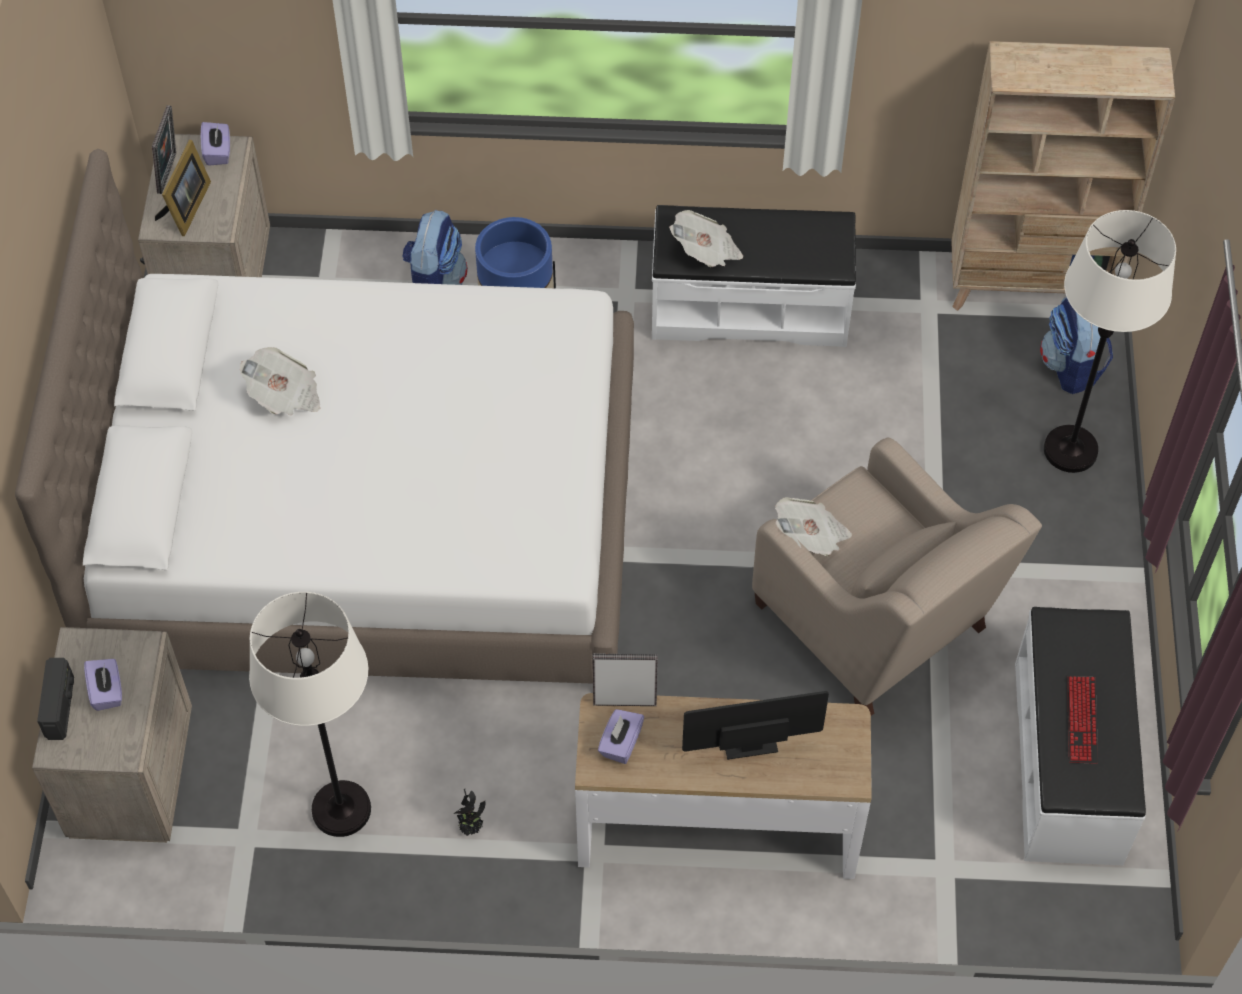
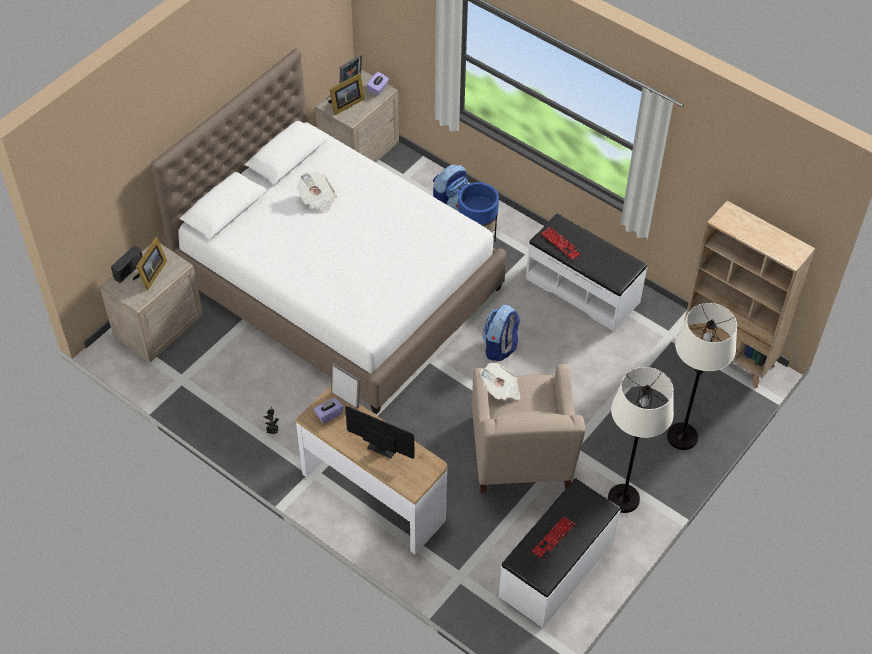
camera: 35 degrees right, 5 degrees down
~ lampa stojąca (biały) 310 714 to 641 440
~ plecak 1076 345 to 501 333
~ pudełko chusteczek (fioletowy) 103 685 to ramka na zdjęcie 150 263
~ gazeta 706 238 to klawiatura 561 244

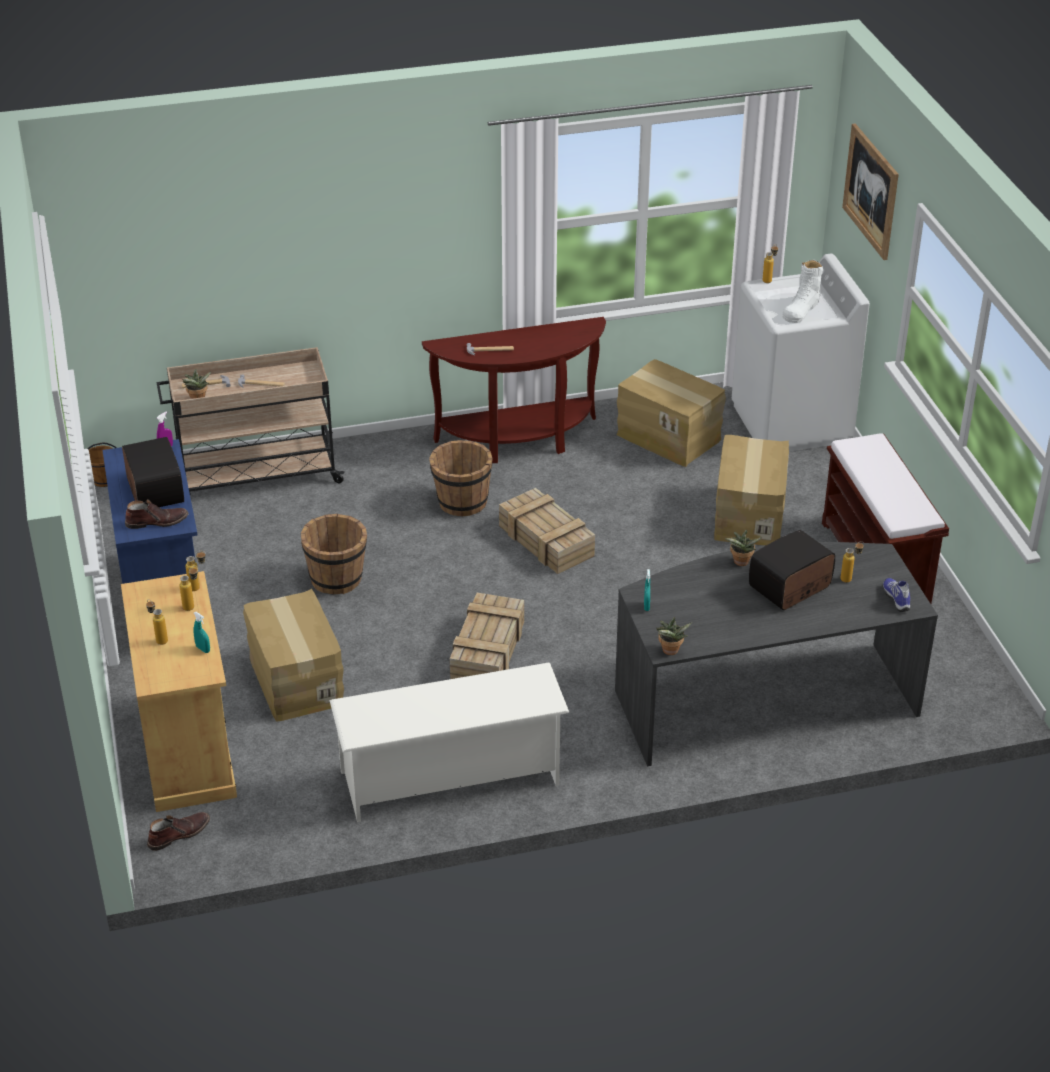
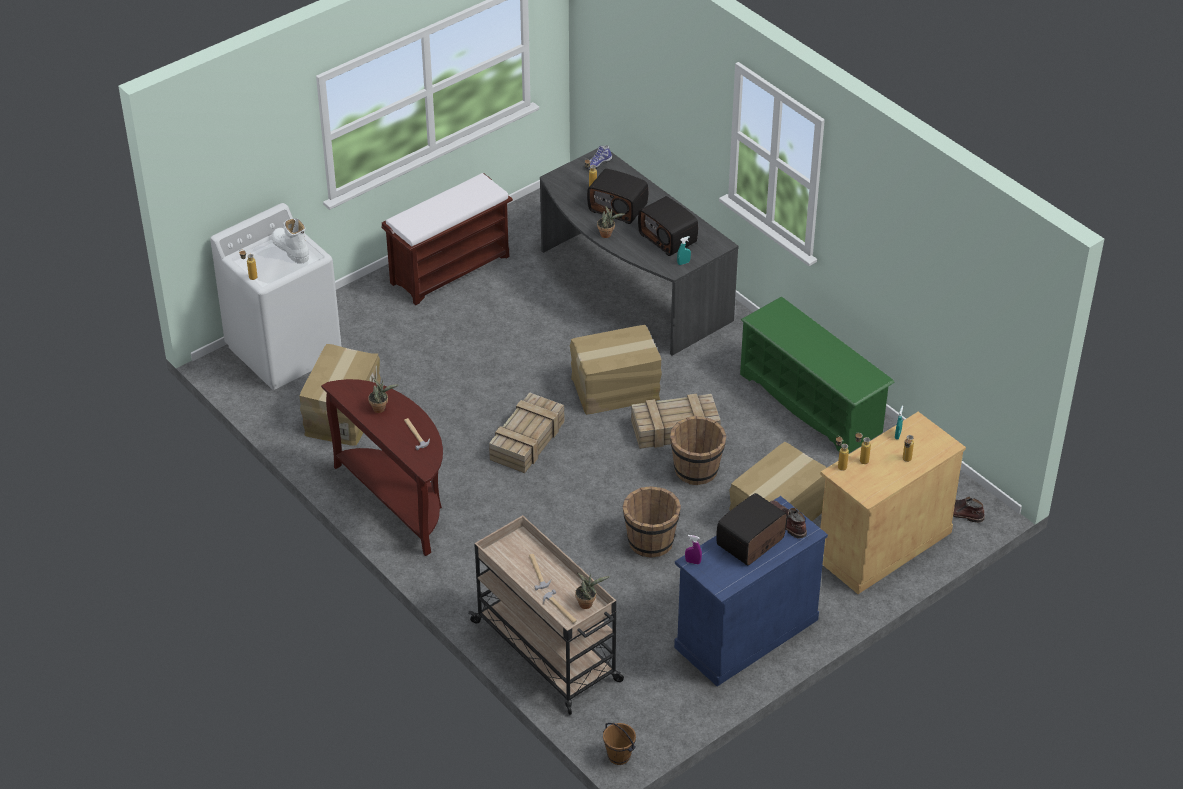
camera: 115 degrees left, 5 degrees up
- obraz 870 192
+ radio 668 226
~ wiadro (brązowy) 461 478 to 698 450
~ roślina doniczkowa 674 636 to 383 395
~ karton 751 490 to 616 370
~ regał na buty (biały) 449 742 to regał na buty (zielony) 817 375
~ but z cholewką (biały) 803 291 = 290 241 135 degrees counterclockwise

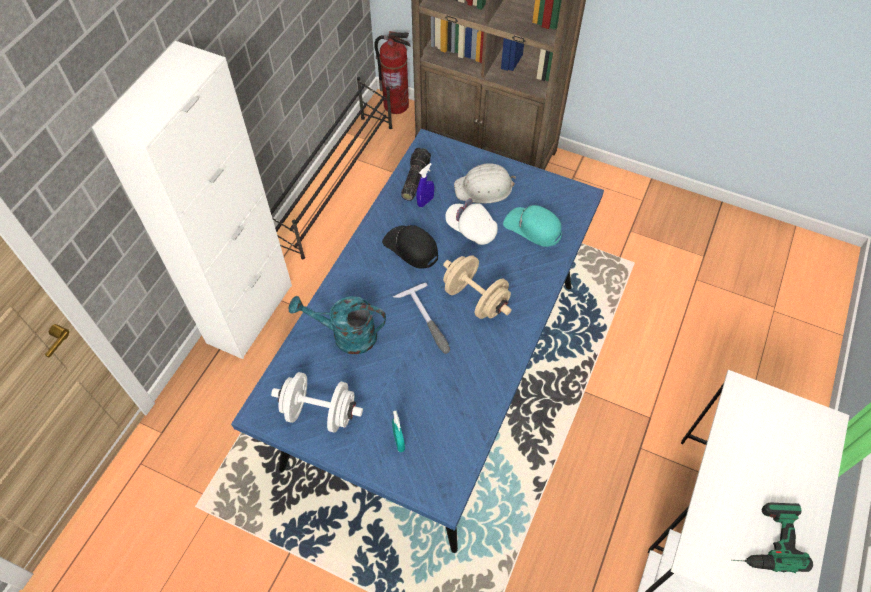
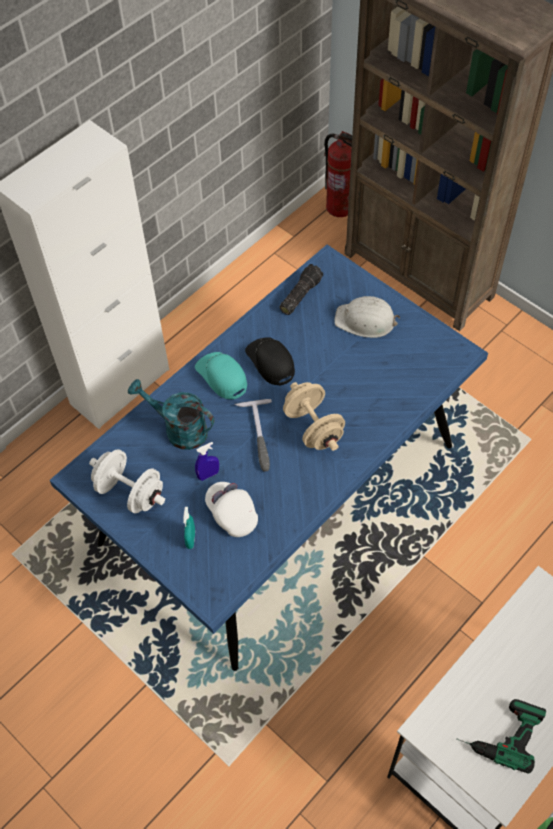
camera: 20 degrees right, 0 degrees up
- regał na buty (czarny) 331 168
~ spryskiwacz (niebieski) 425 185 to 207 461
~ czapka z daszkiem (biały) 472 221 to 231 509
~ czapka z daszkiem (turkusowy) 532 226 to 221 375

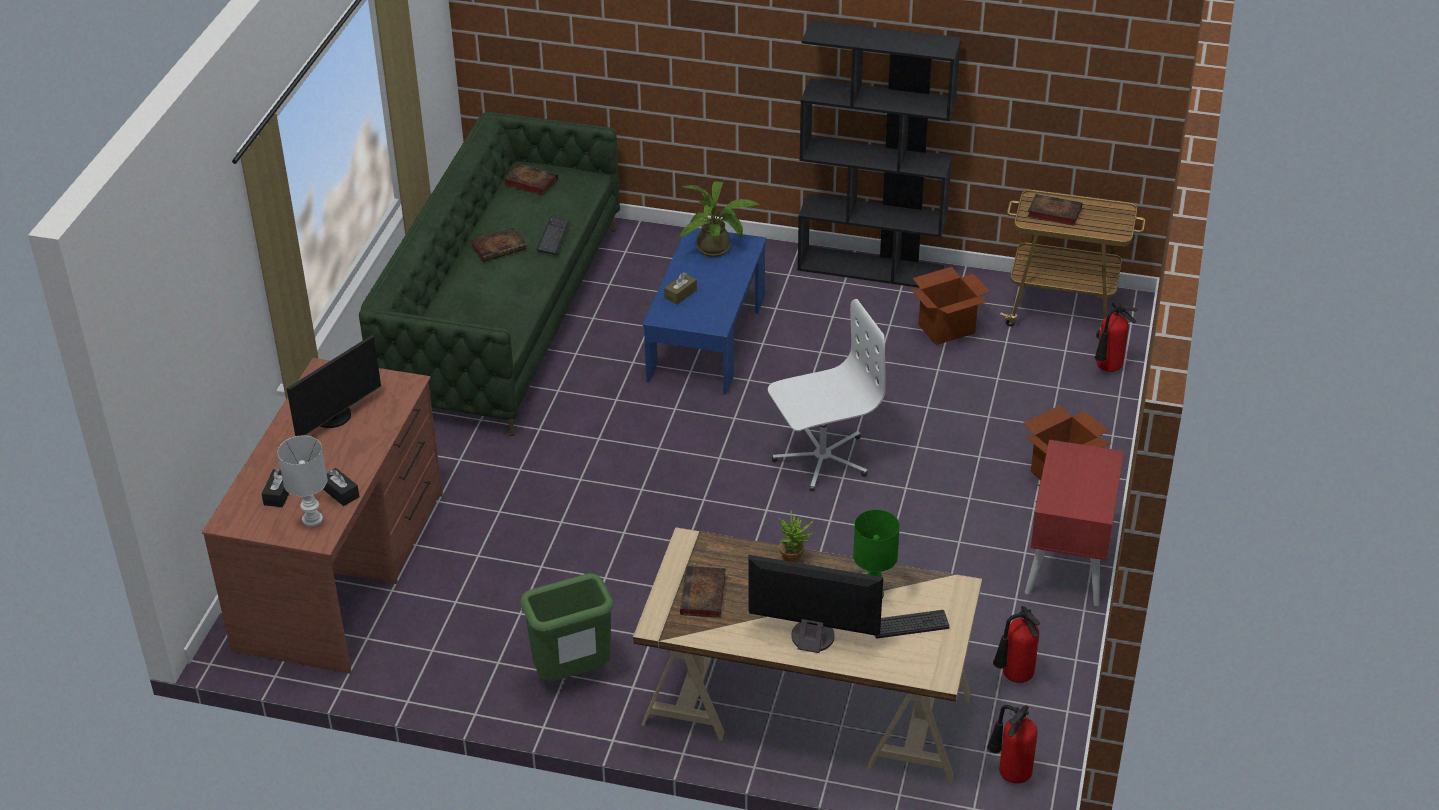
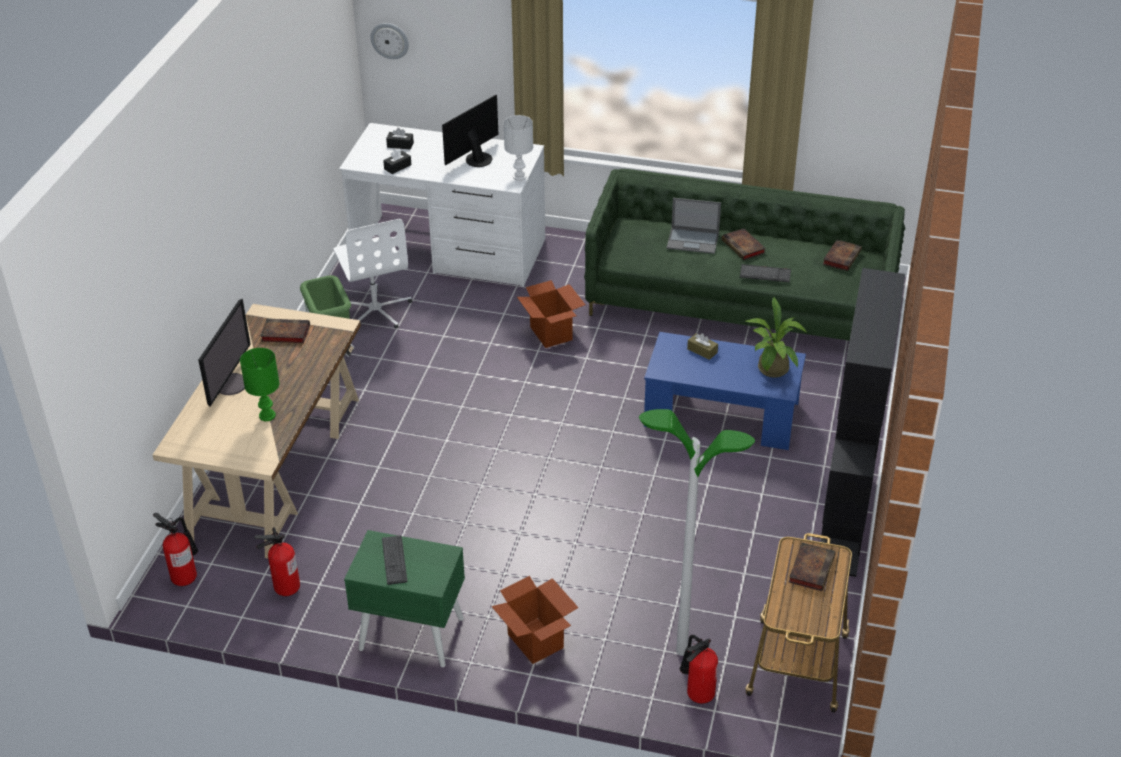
camera: 90 degrees right, 0 degrees up
- roślina doniczkowa 796 537
+ zegar ścienny 390 41
+ lampa stojąca 697 532
+ laptop 694 226
~ lampa stołowa (biały) 302 481 to 518 148
~ krzesło biurowe (biały) 827 395 to 373 274
~ klawiatura 912 624 to 394 560
~ karton 950 306 to 551 314
~ biurko (brązowy) 322 516 to biurko (biały) 442 205
~ szafka nocna (czerwony) 1074 523 to szafka nocna (zielony) 404 598
~ monitor 333 385 = 470 131 90 degrees clockwise

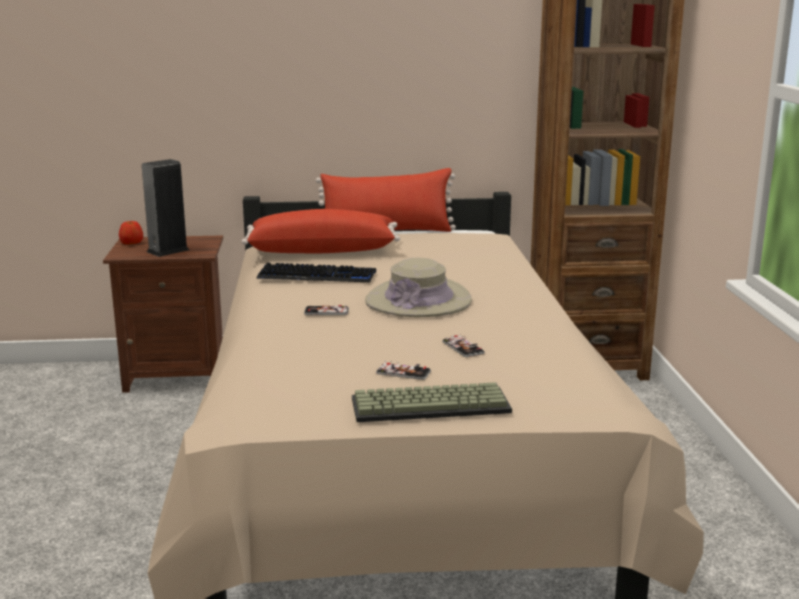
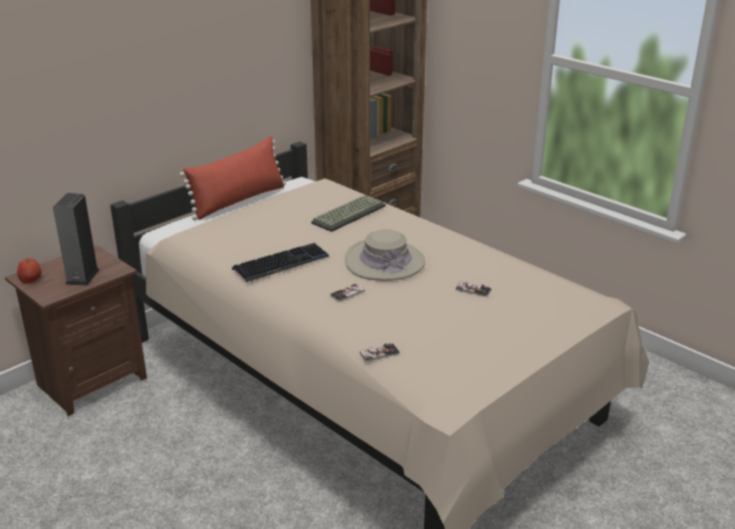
camera: 40 degrees left, 10 degrees up
- poduszka (czerwony) 320 231
~ klawiatura 432 402 to 348 213
~ telefon 403 370 to 379 352

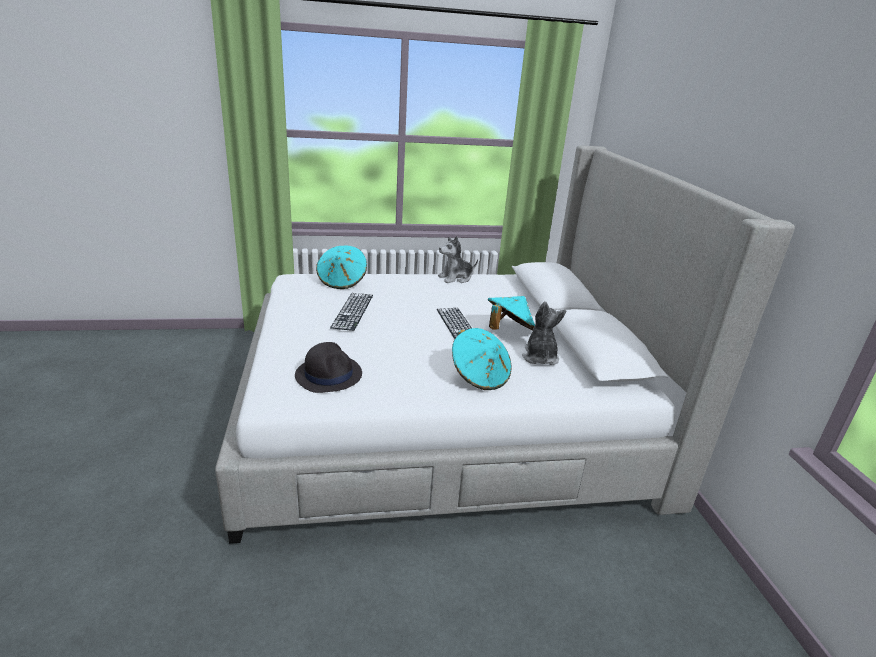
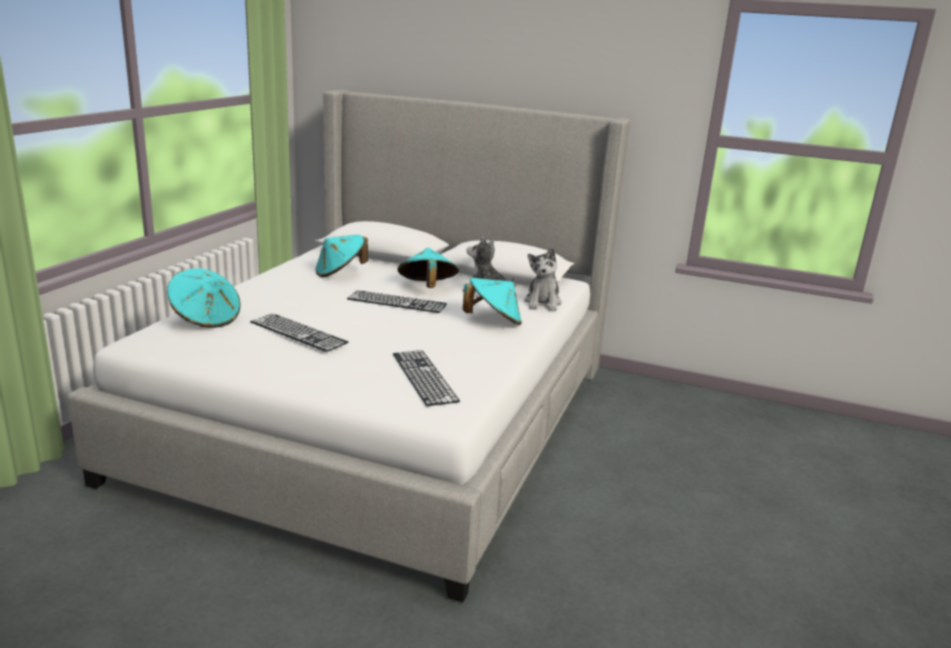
camera: 60 degrees left, 5 degrees down
+ kapelusz (turkusowy) 342 256
~ pluszak 458 259 to 543 279
~ kapelusz (czarny) 328 367 to klawiatura 426 378

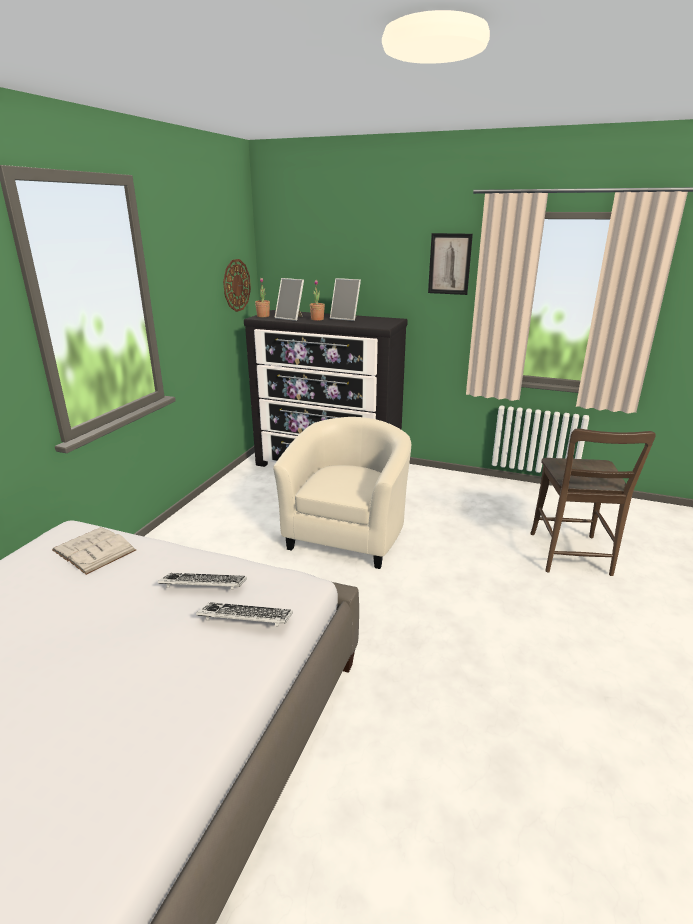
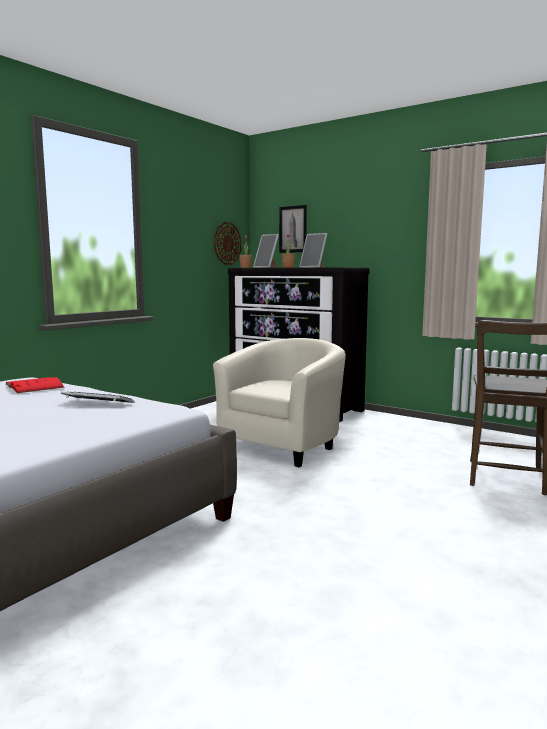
camera: 15 degrees right, 15 degrees down
- klawiatura 244 614
~ obraz 450 264 to 293 229
~ książka (biały) 94 551 to książka (czerwony) 35 385

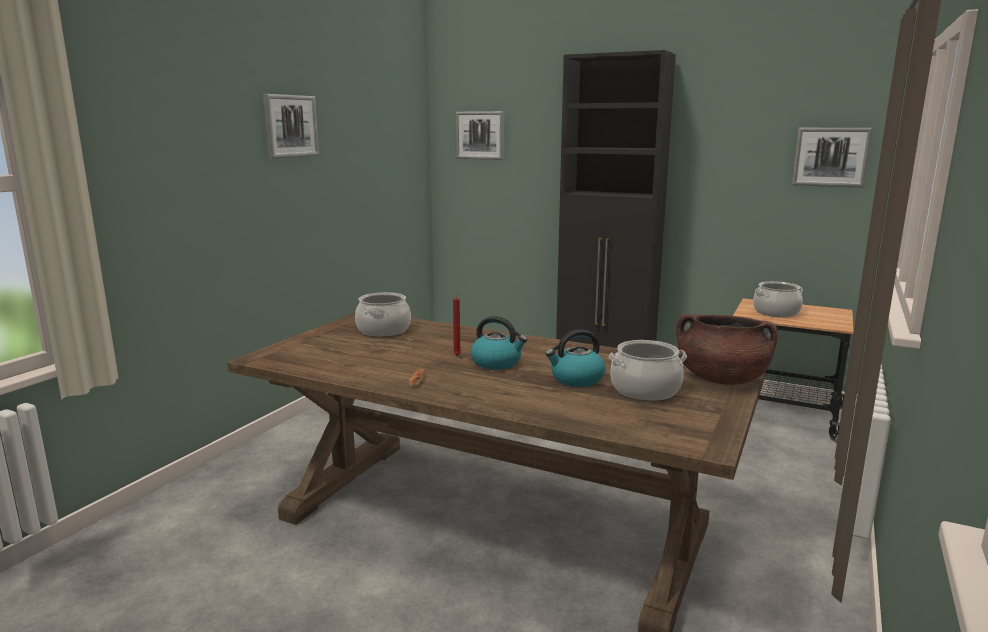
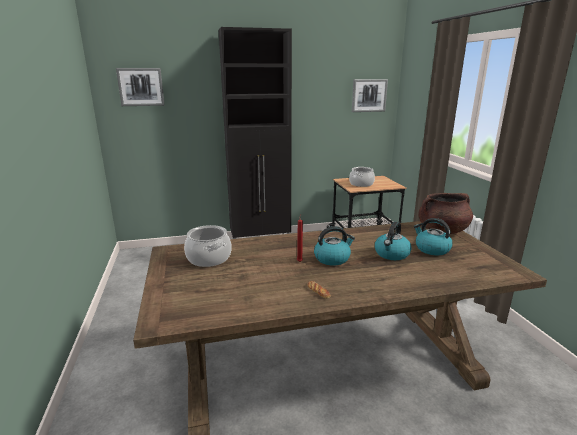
camera: 40 degrees left, 5 degrees up
- obraz 291 126
~ garnek 647 370 to czajnik 433 236

